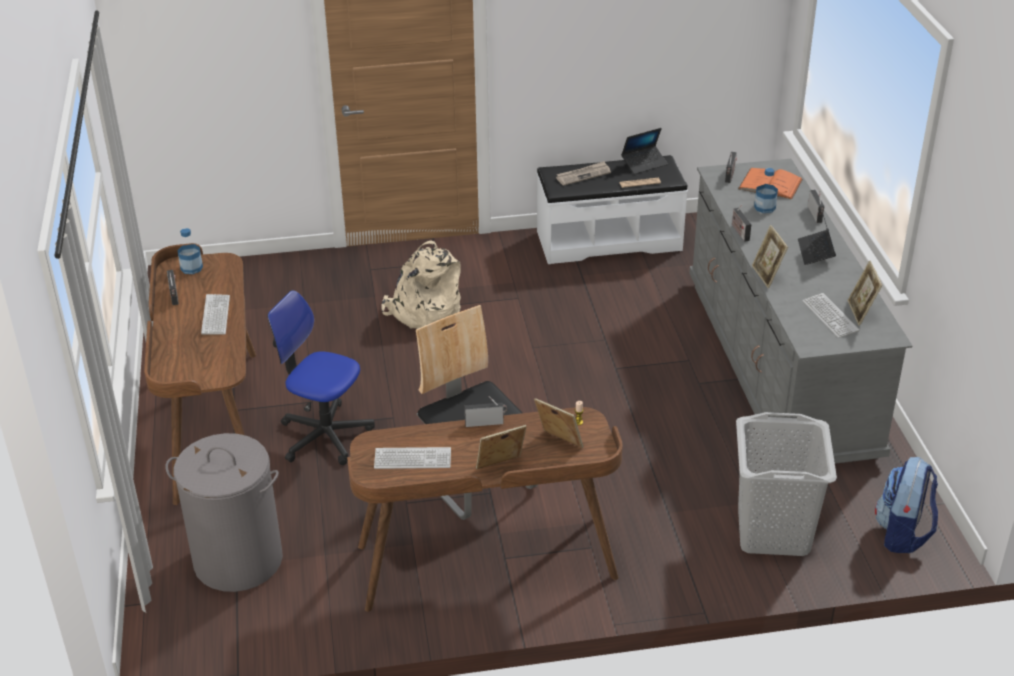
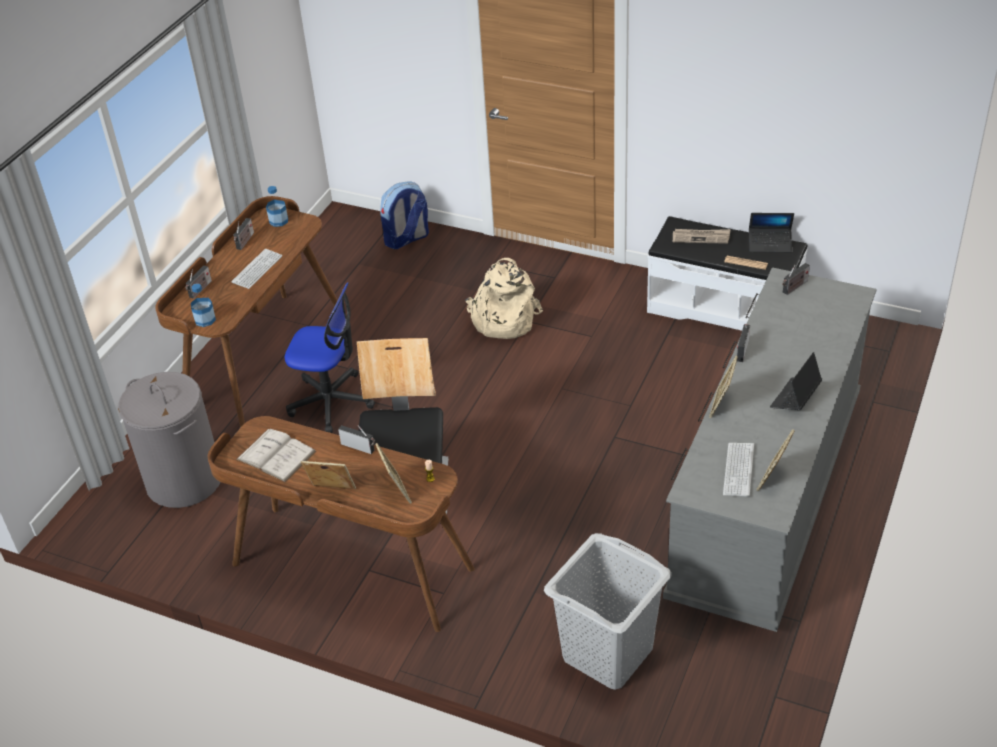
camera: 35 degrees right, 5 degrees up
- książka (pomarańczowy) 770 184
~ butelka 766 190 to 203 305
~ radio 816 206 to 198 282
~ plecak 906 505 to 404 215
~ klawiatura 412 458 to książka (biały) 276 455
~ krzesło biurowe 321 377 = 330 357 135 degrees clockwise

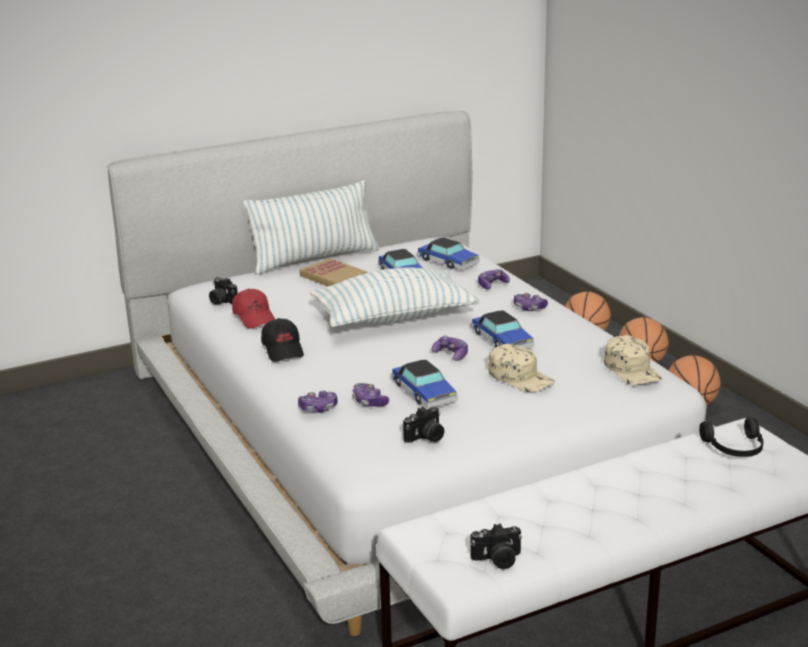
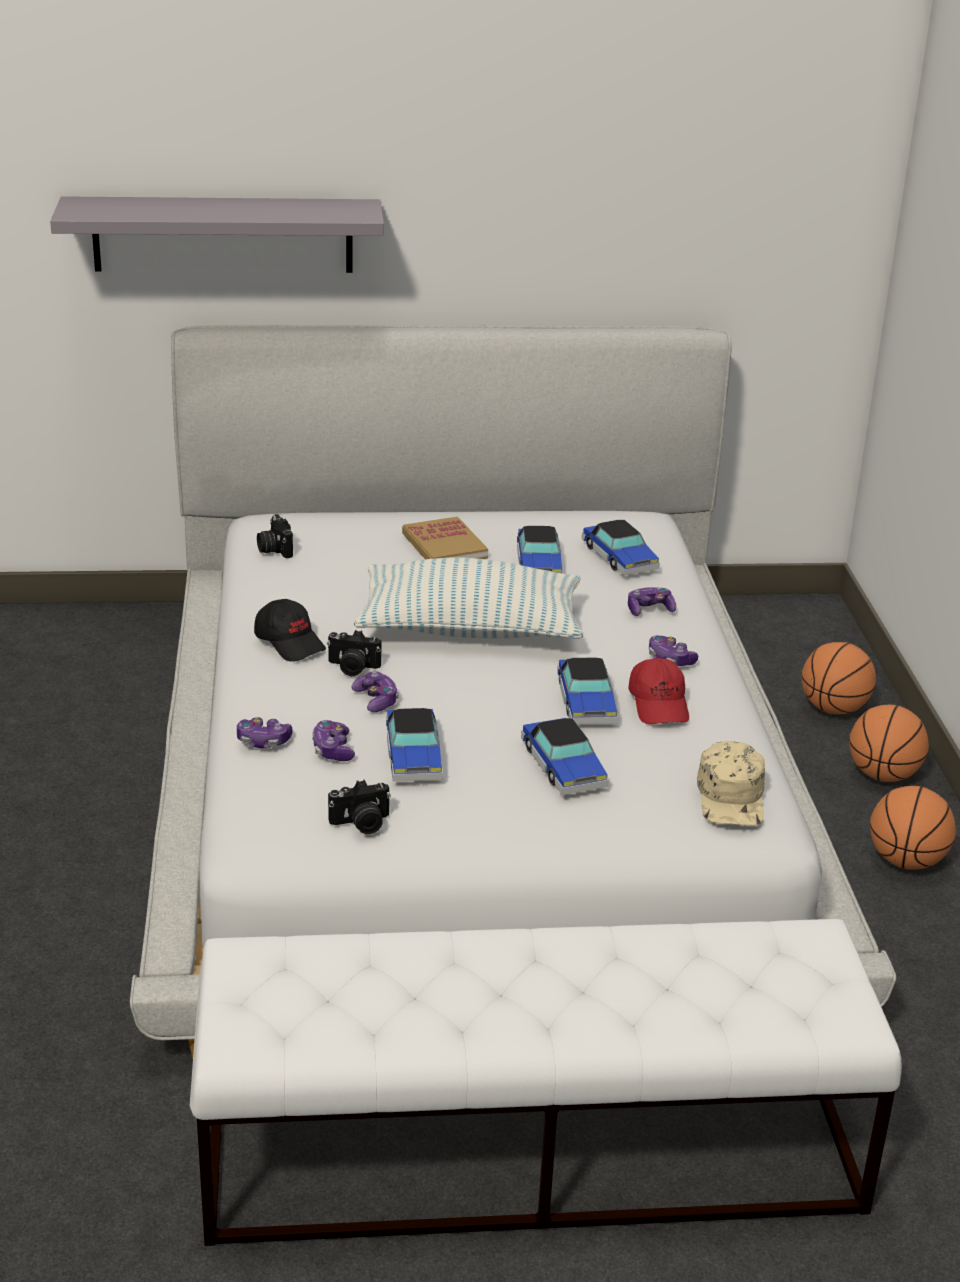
camera: 20 degrees right, 5 degrees up
- poduszka 311 227
- słuchawki (czarny) 731 437
+ półka (szary) 217 234
~ czapka z daszkiem (czerwony) 254 308 to 658 691
~ pad do gier 450 348 to 375 691
~ aparat fotograficzny 496 546 to 354 653
~ czapka z daszkiem (beżowy) 521 368 to samochodzik 565 756
~ czapka z daszkiem (czarny) 282 340 = 290 630 45 degrees counterclockwise

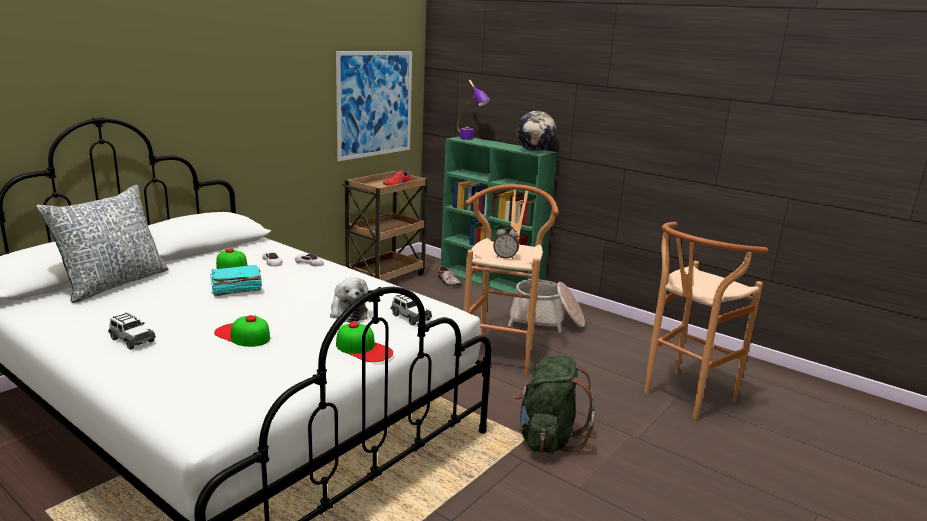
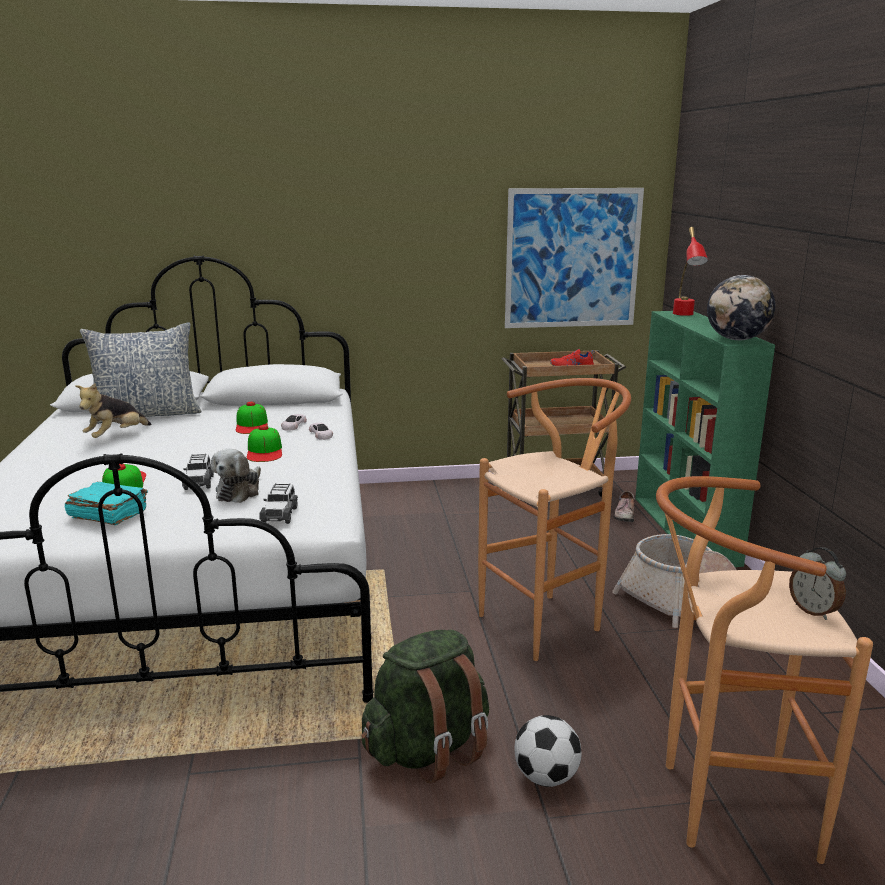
camera: 45 degrees right, 0 degrees up
+ pluszak 113 410
+ piłka futbolowa 548 751
~ samochodzik 132 331 to 198 471
~ książka (turkusowy) 236 280 to 106 503
~ czapka z daszkiem 364 342 to 264 443
~ budzik 506 242 to 817 583
~ lampa stołowa (fioletowy) 474 110 to lampa stołowa (czerwony) 690 271

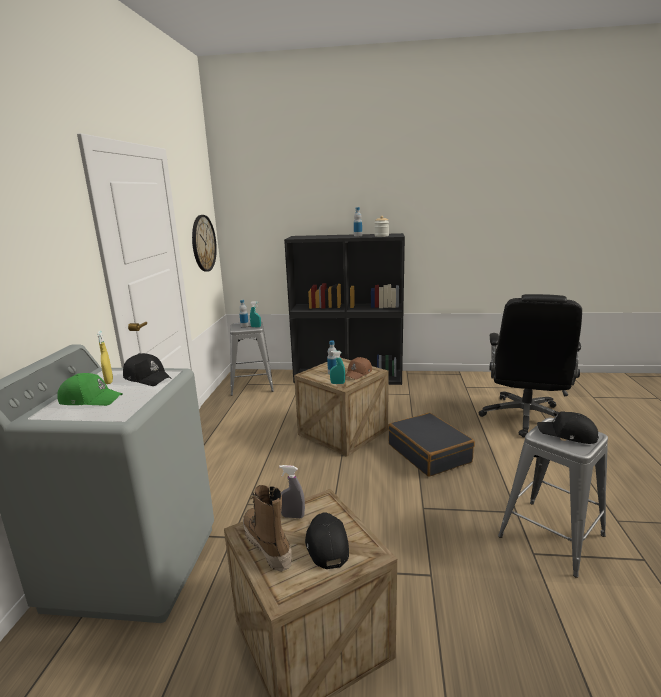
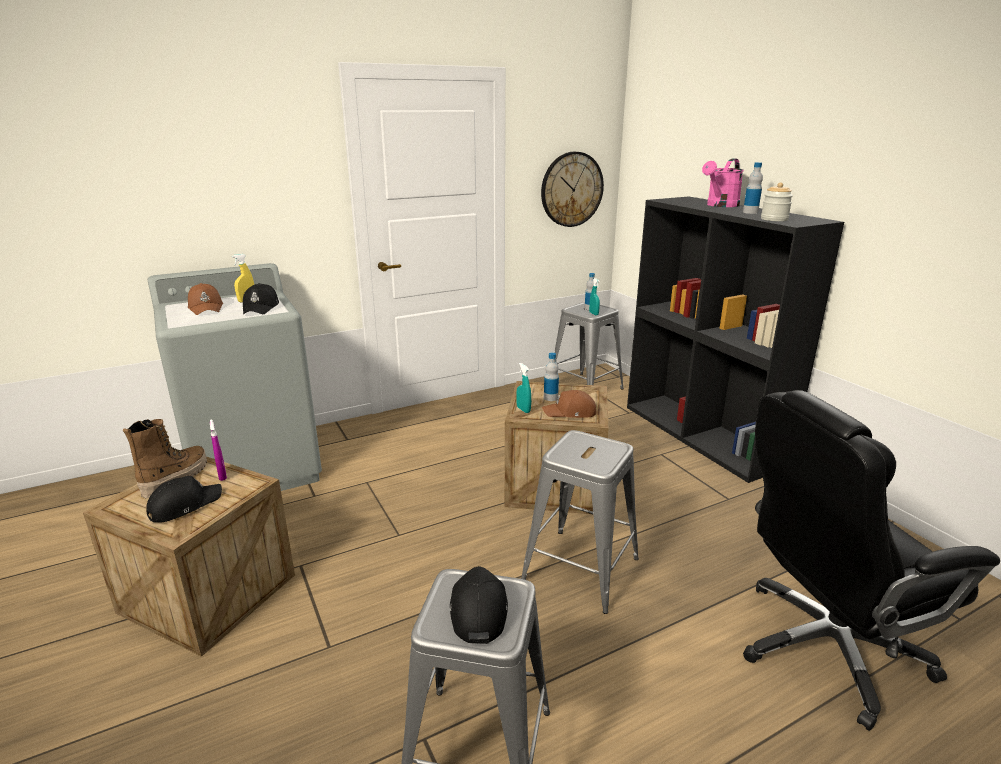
camera: 55 degrees right, 5 degrees up
+ konewka (różowy) 723 182
~ walizka (czarny) 431 445 to stołek (szary) 580 522
~ czapka z daszkiem (zielony) 90 389 to czapka z daszkiem (brązowy) 205 299
~ spryskiwacz (szary) 292 491 to spryskiwacz (fioletowy) 218 450

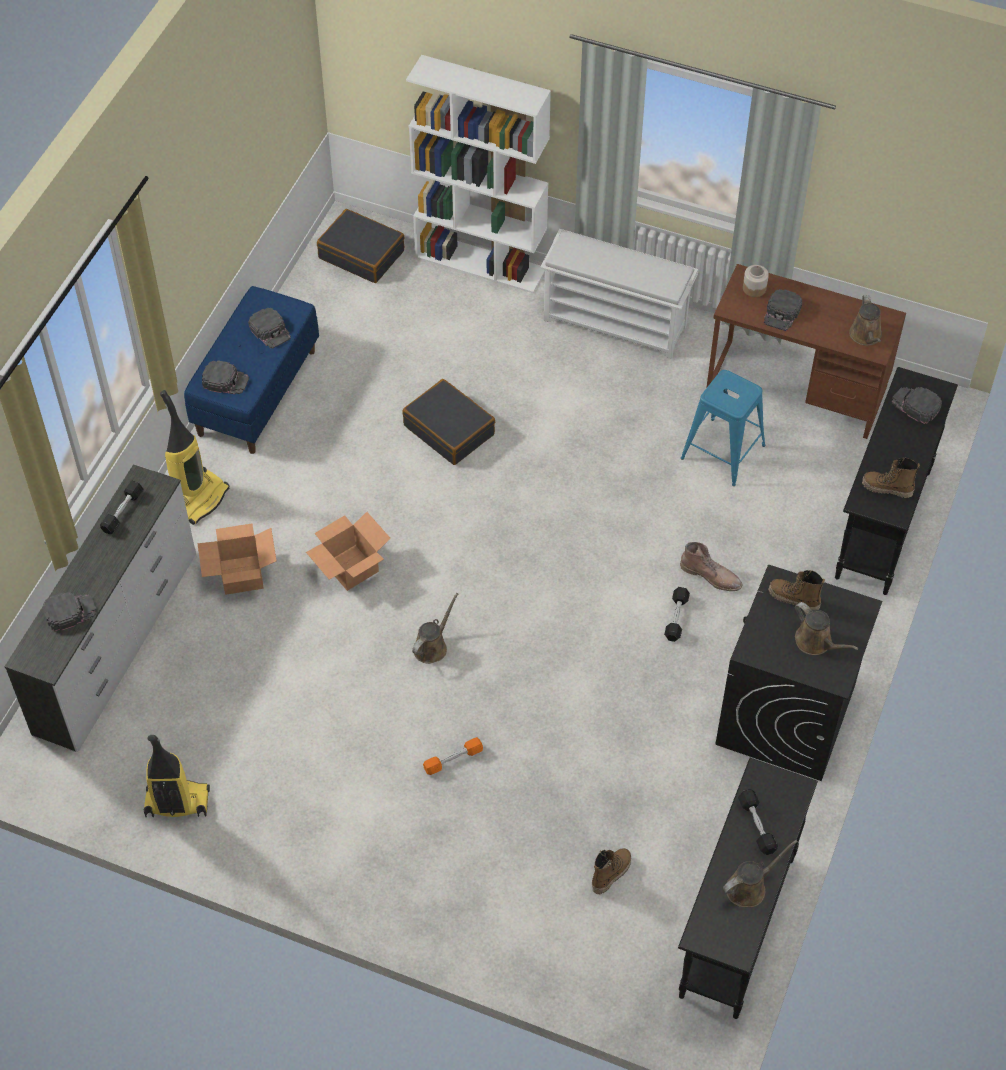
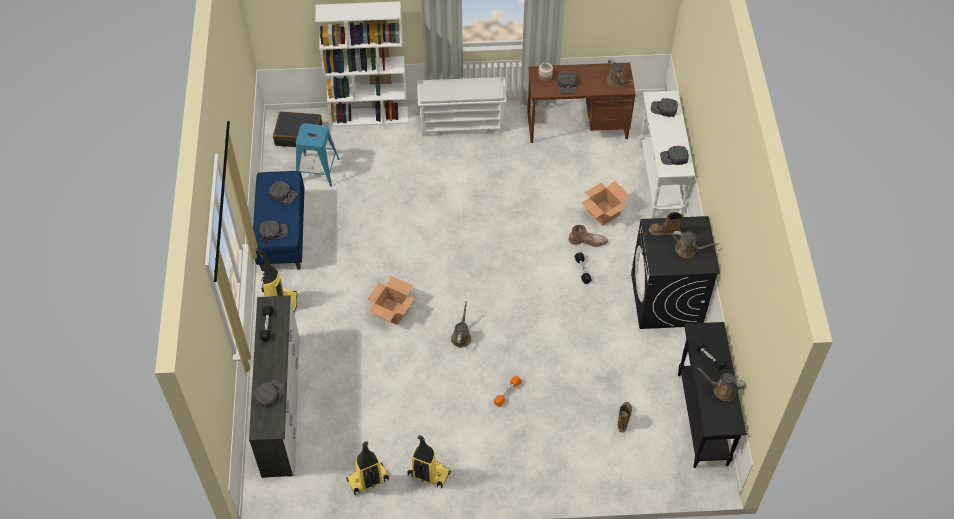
camera: 25 degrees left, 0 degrees up
- walizka (czarny) 448 422
+ odkurzacz 429 462
~ karton 237 559 to 605 203
~ stołek (niebieski) 723 428 to 318 155
~ but z cholewką 891 478 to czapka z daszkiem (czarny) 674 155
~ stolik konsolowy (czarny) 896 481 to stolik konsolowy (biały) 667 154
~ konewka (brązowy) 760 873 = 721 384 105 degrees counterclockwise

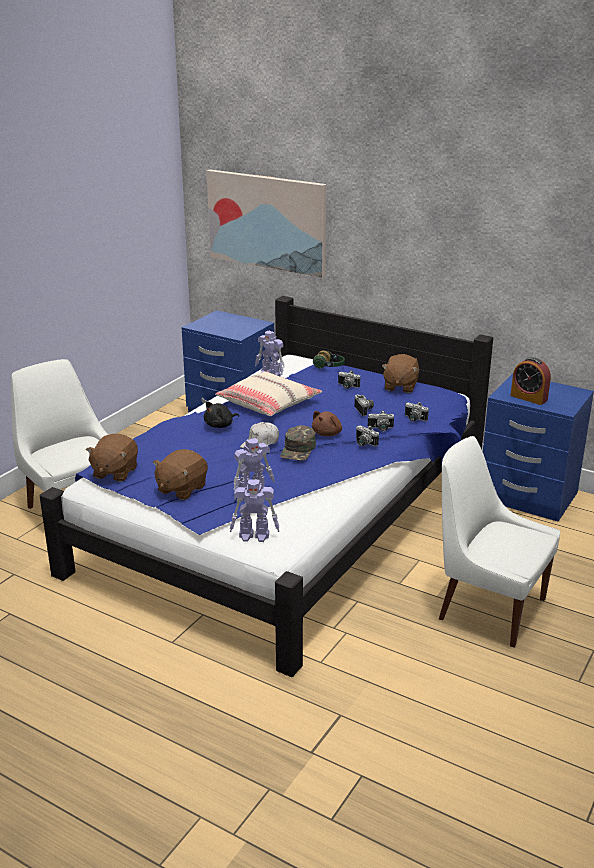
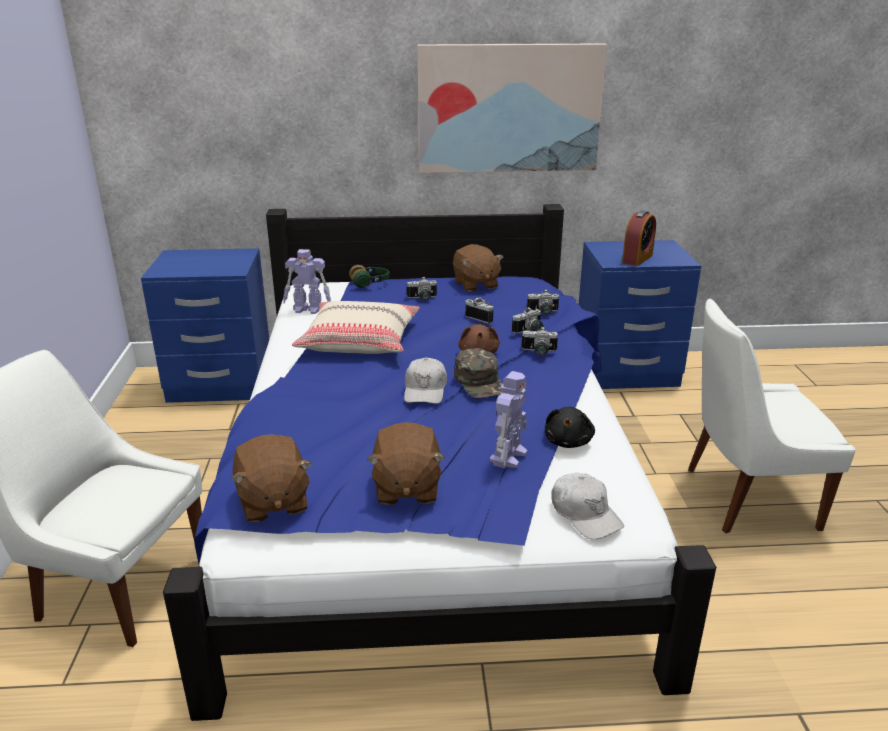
camera: 35 degrees left, 0 degrees up
~ pluszak (czarny) 221 414 to 570 427
~ obraz 267 223 to 512 108
~ robot zabawkowy 254 510 to czapka z daszkiem (biały) 587 506
~ budzik 531 381 = 639 238 60 degrees counterclockwise

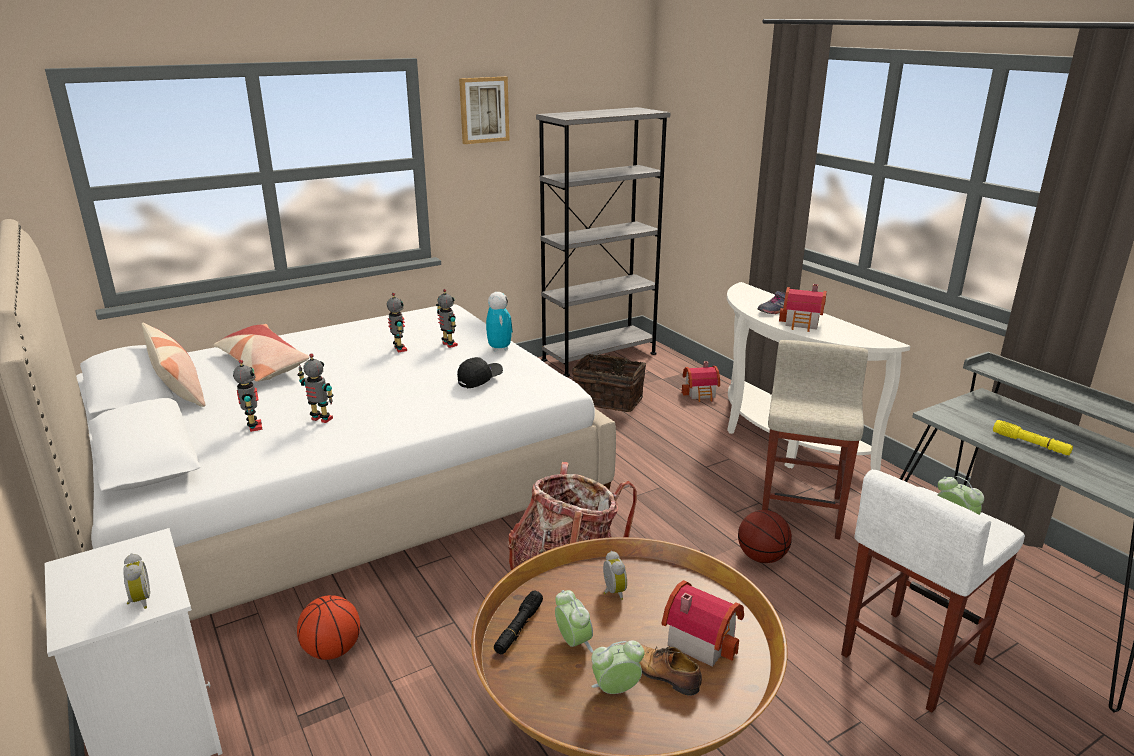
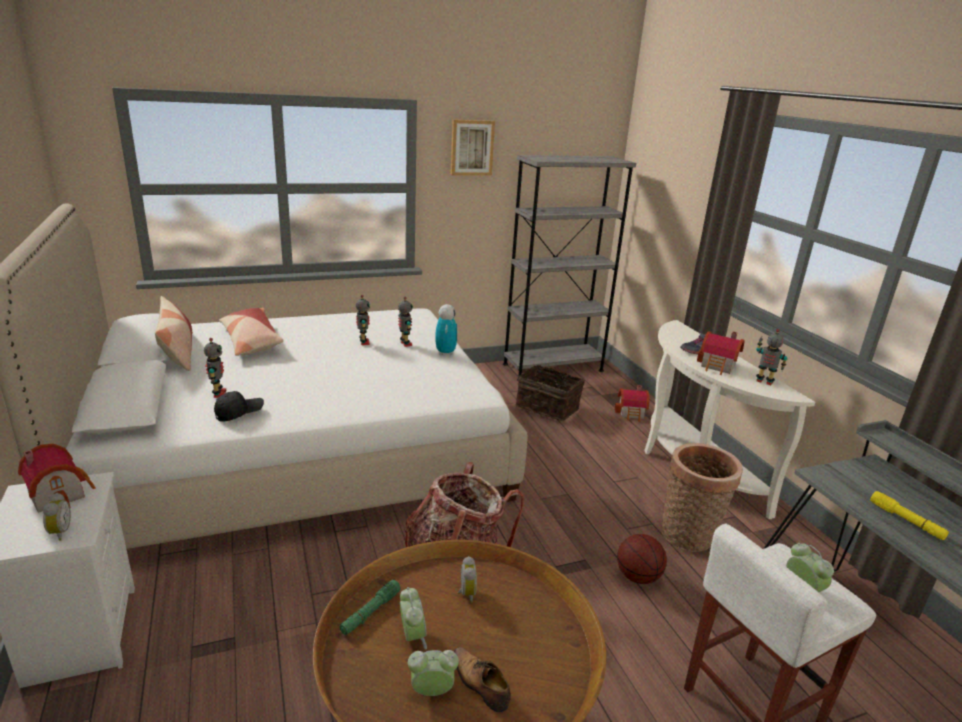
camera: 10 degrees right, 0 degrees up
- piłka do koszykówki 328 627
~ robot zabawkowy 315 388 to 772 357
~ czapka z daszkiem (czarny) 480 372 to 239 406
~ domek 703 623 to 57 478
~ stołek (beżowy) 815 439 to koszyk 702 497
~ latarka (czarny) 518 622 to latarka (zielony) 370 607

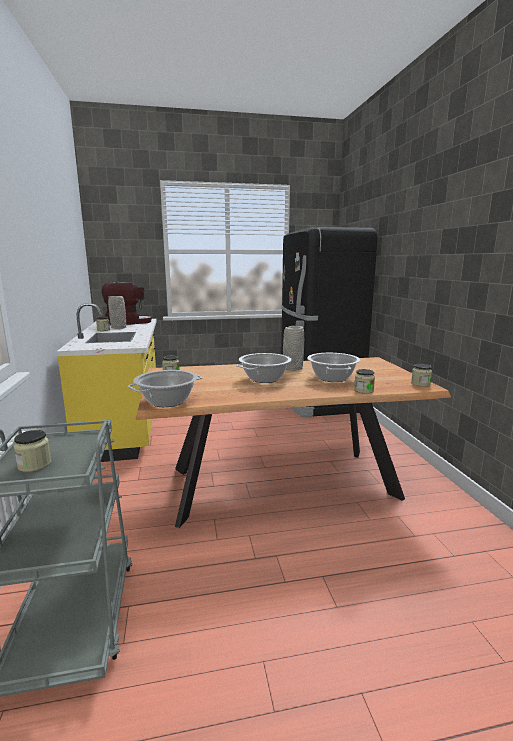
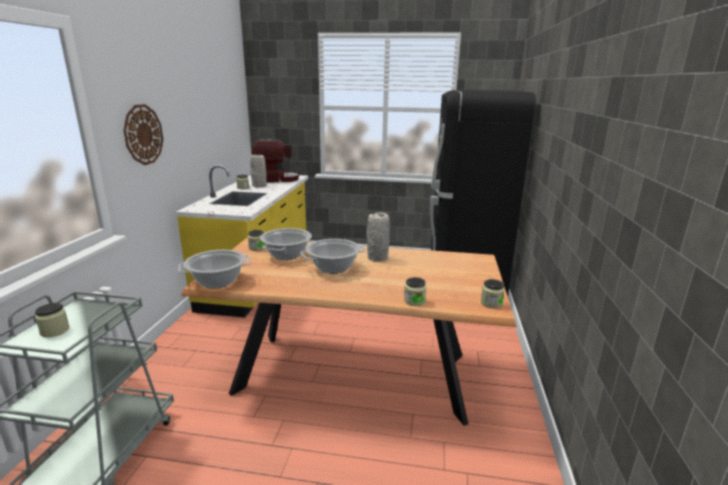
camera: 20 degrees right, 5 degrees up
+ zegar ścienny 143 134
~ garnek 333 367 to 286 244

